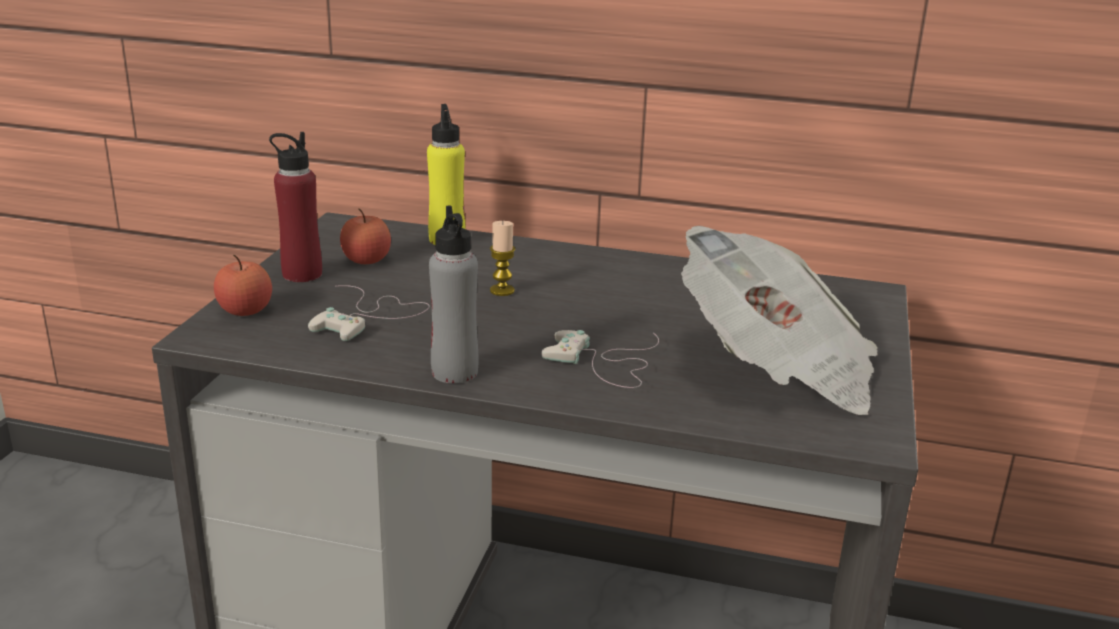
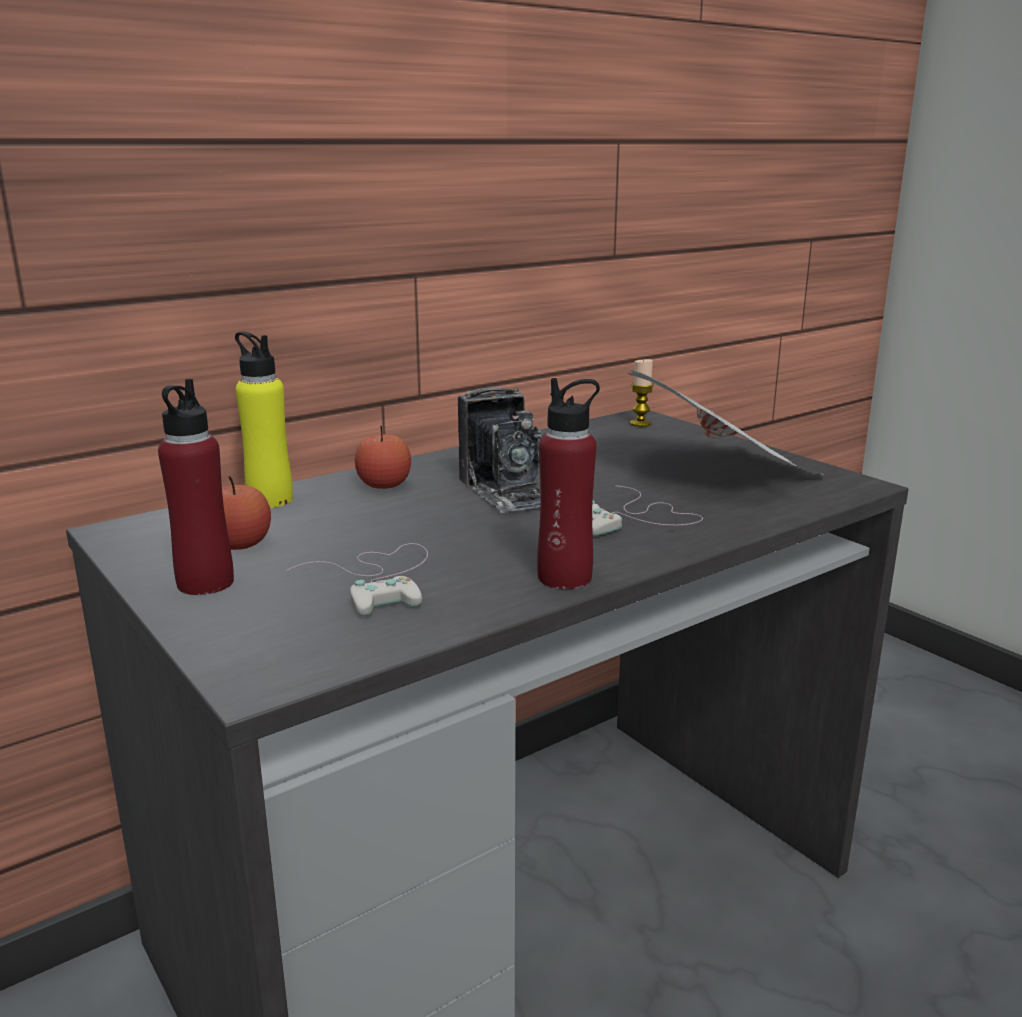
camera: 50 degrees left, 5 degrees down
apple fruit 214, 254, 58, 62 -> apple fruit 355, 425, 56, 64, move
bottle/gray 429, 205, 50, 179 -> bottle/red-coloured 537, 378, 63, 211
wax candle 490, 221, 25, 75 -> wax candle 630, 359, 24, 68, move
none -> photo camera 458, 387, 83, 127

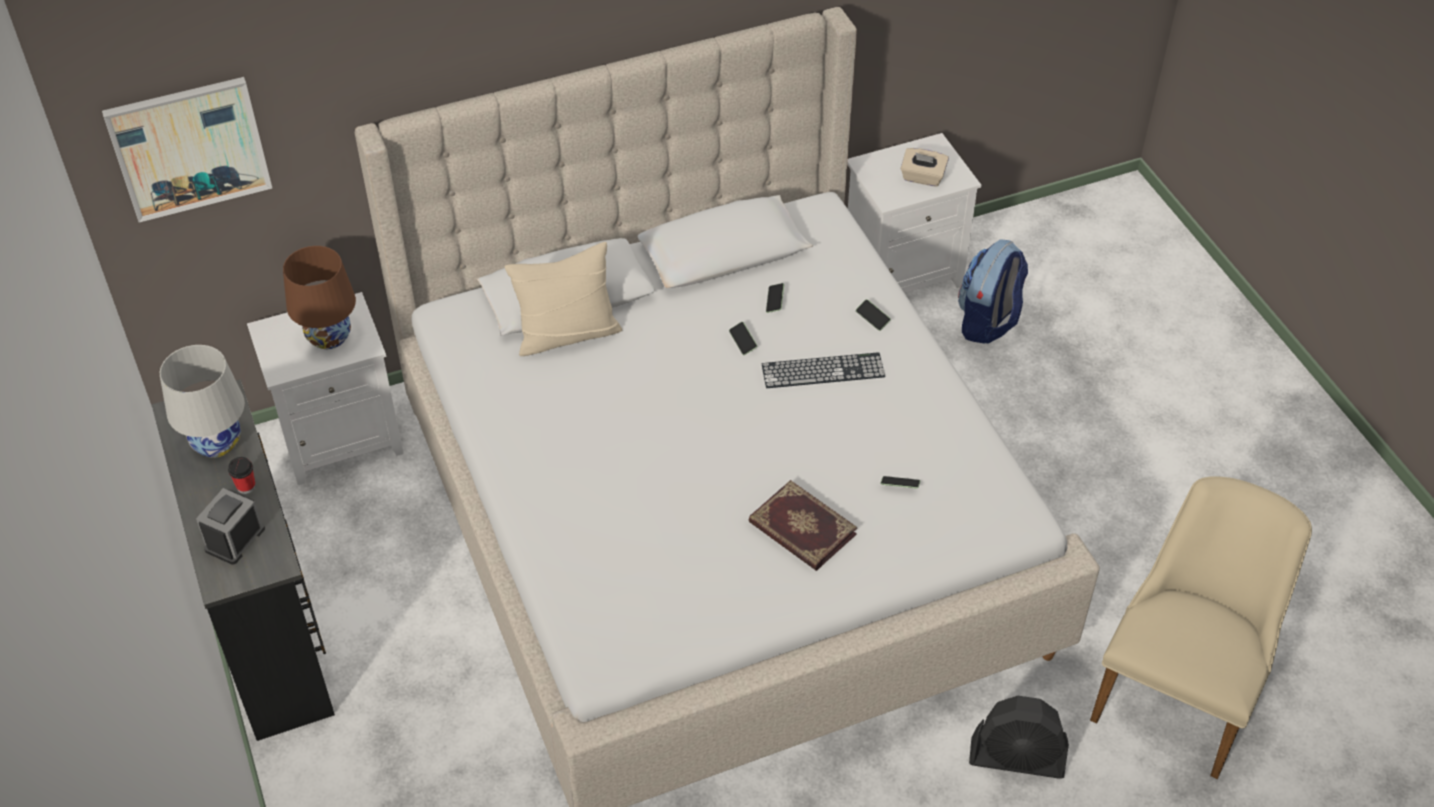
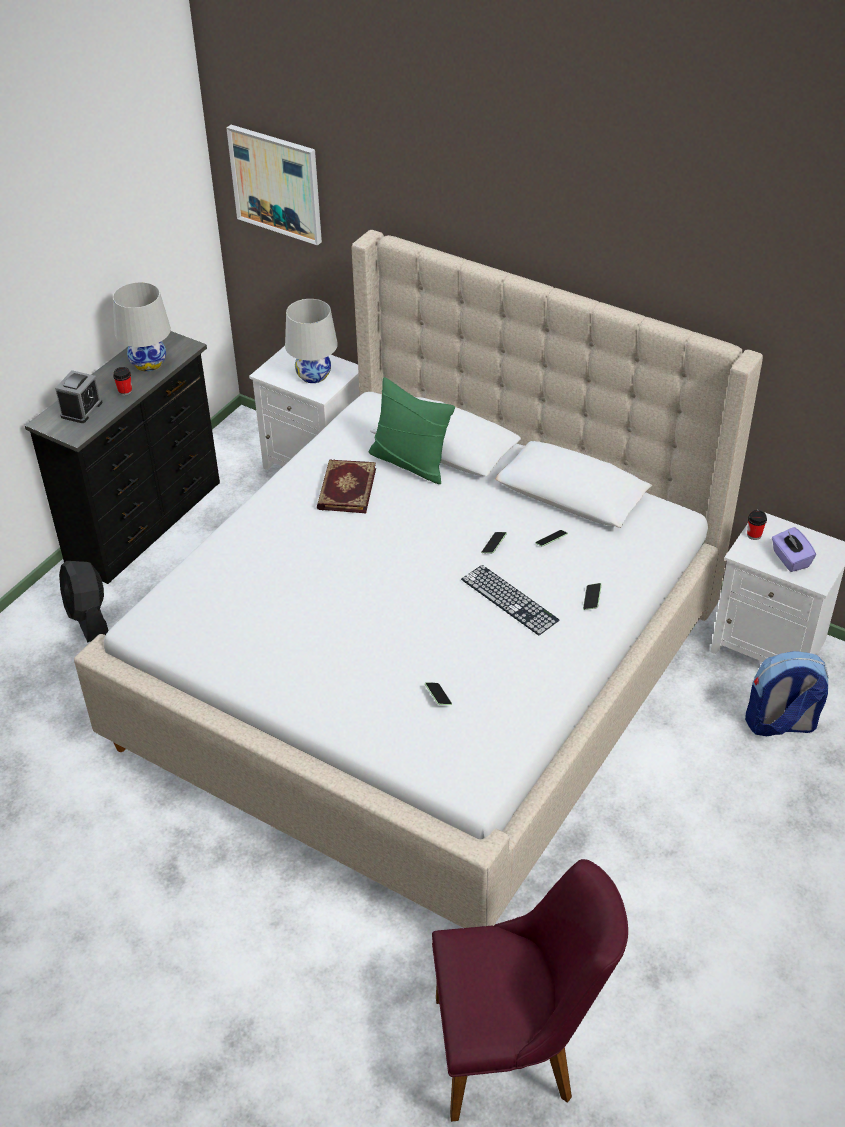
camera: 55 degrees right, 5 degrees down
table clock 196, 488, 69, 77 -> table clock 55, 370, 48, 53, 120 degrees clockwise
table lamp/brown-coloured 283, 246, 73, 103 -> table lamp/white-coloured 285, 299, 53, 84
throw pillow/beige 505, 242, 117, 114 -> throw pillow/green-coloured 368, 377, 87, 107
book 748, 480, 110, 91 -> book 317, 459, 59, 54, move
tissue holder/beige 901, 148, 48, 39 -> tissue holder/purple 772, 527, 44, 45
fan/black 969, 696, 100, 83 -> fan/black 59, 561, 50, 81, move
upright chair/beige 1090, 476, 222, 303 -> upright chair/purple 432, 859, 196, 263
none -> drinking cup 747, 510, 20, 30

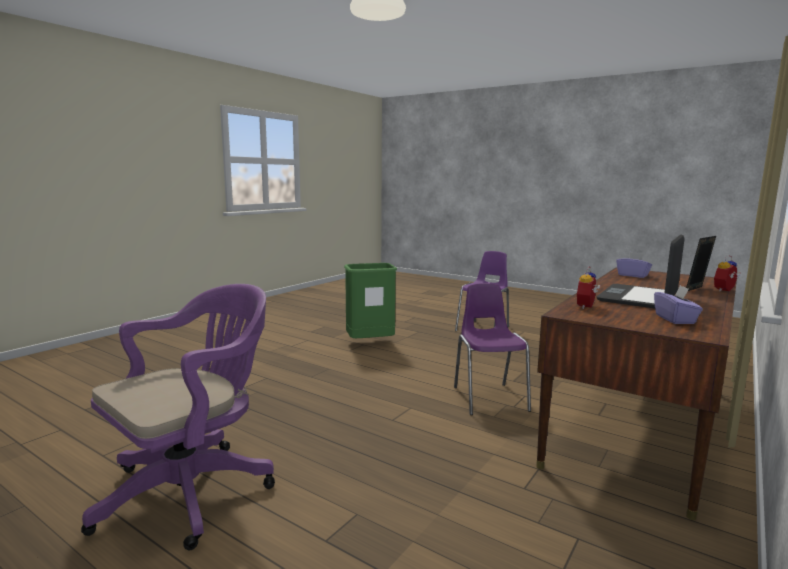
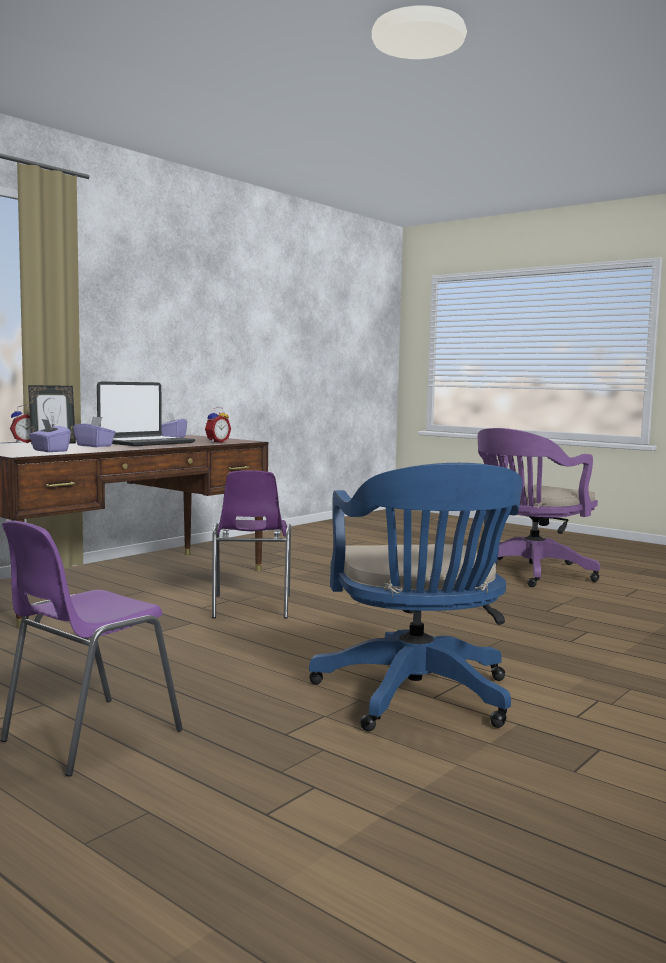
camera: 175 degrees left, 5 degrees down
trash can/green-coloured 344, 263, 53, 75 -> desk chair/blue-coloured 309, 463, 214, 268
none -> tissue holder/purple 73, 416, 43, 31

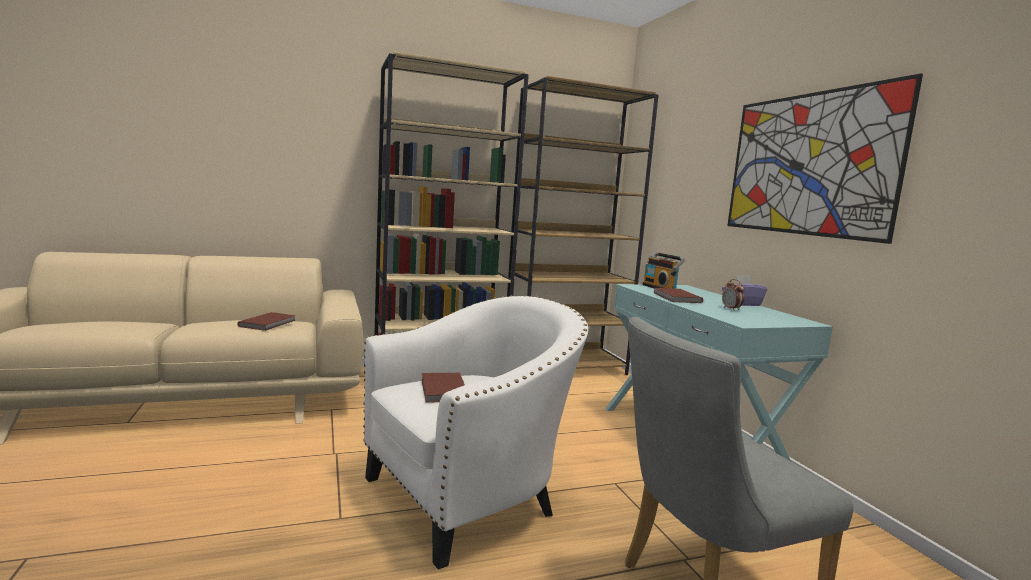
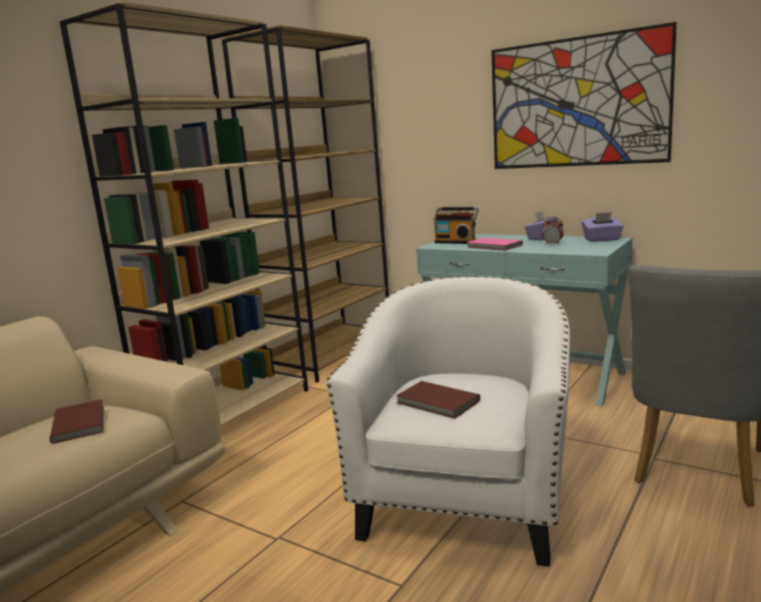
camera: 35 degrees left, 5 degrees up
book/brown-coloured 654, 288, 49, 15 -> book/pink 467, 238, 56, 13
none -> tissue holder/purple 582, 212, 42, 30

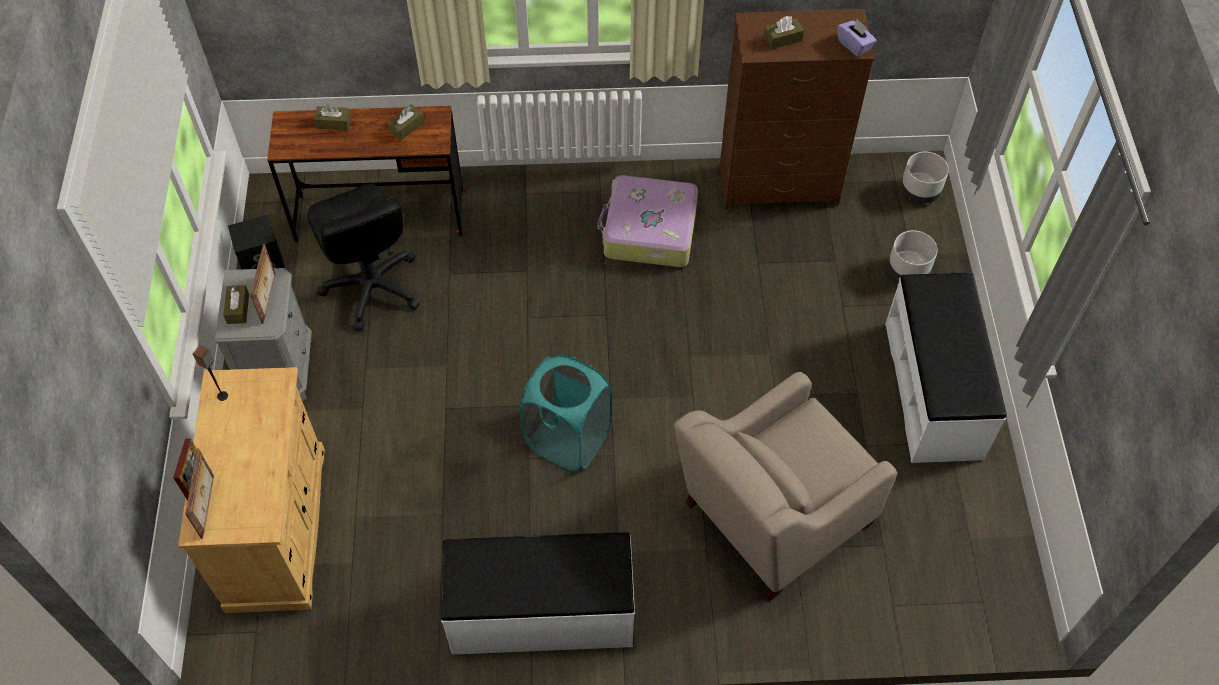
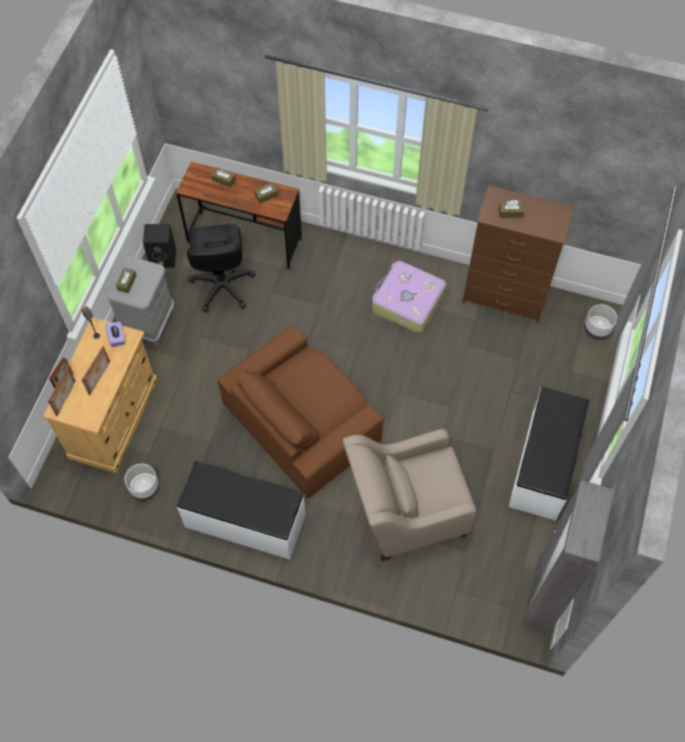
camera: 20 degrees right, 5 degrees up
standing frame 250, 244, 26, 80 -> standing frame 82, 346, 28, 50, move
laundry basket/blue-green 520, 354, 92, 117 -> armchair/brown-coloured 217, 325, 166, 174
tissue holder/purple 837, 19, 40, 38 -> tissue holder/purple 105, 322, 20, 25, move
plant pot/gray 888, 230, 50, 51 -> plant pot/gray 125, 464, 34, 37, move
none -> wardrobe/gray 523, 481, 91, 152

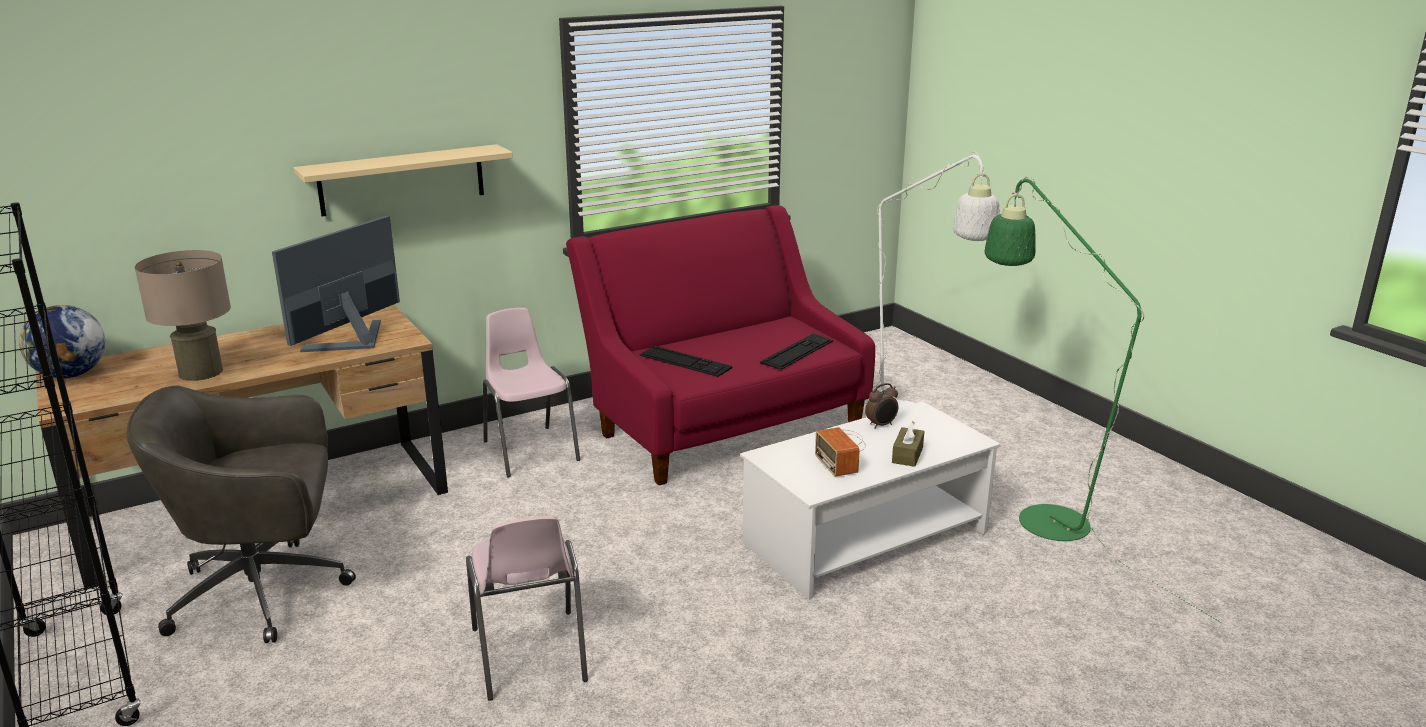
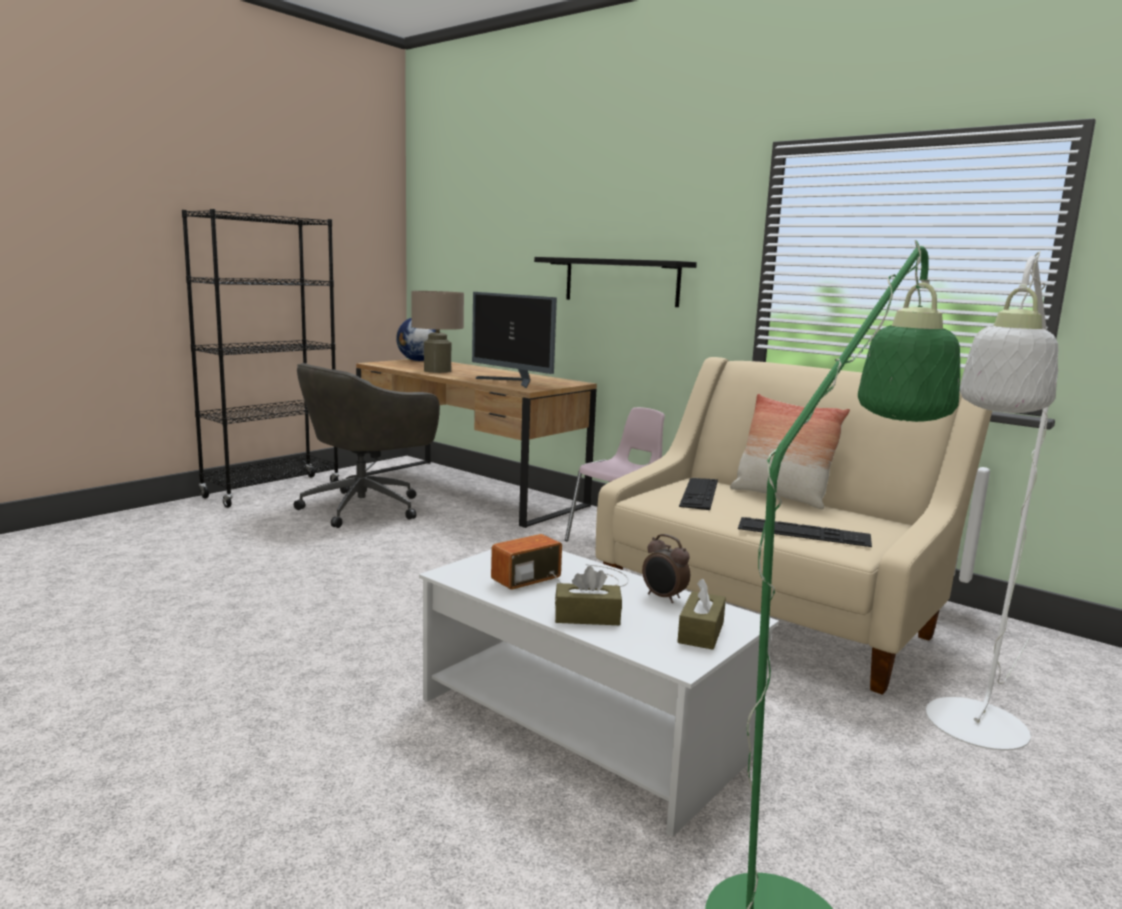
camera: 70 degrees right, 10 degrees down
desk chair/gray 126, 385, 230, 258 -> desk chair/gray 294, 363, 146, 165, 105 degrees counterclockwise
monitor 272, 216, 128, 136 -> monitor 472, 292, 85, 97, 150 degrees counterclockwise
bracket shelf/beige 294, 144, 219, 73 -> bracket shelf/black 534, 257, 163, 50
upright chair/pink 466, 516, 122, 185 -> none
sofa/red-coloured 566, 205, 309, 281 -> sofa/beige 596, 357, 396, 338
none -> tissue holder/brown-coloured 677, 578, 49, 72
none -> throw pillow 730, 394, 120, 115

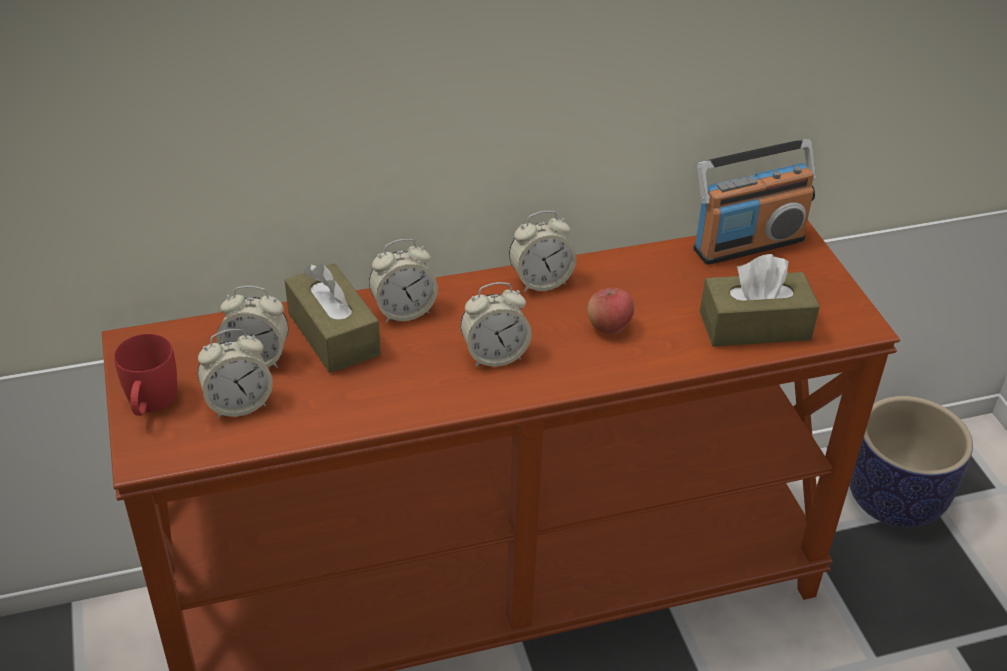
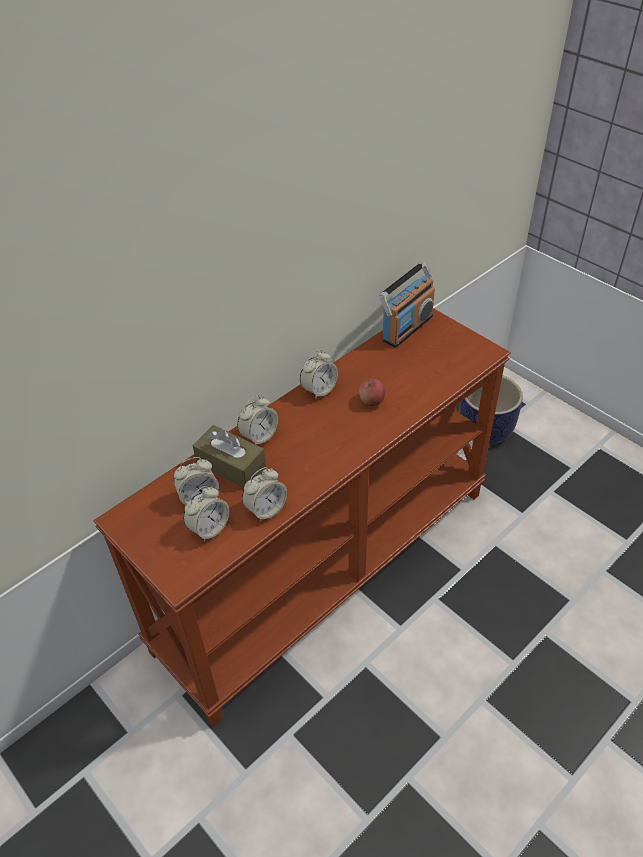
camera: 25 degrees left, 5 degrees up
tea mug/red-coloured 114, 334, 63, 82 -> none
table clock 460, 282, 72, 85 -> table clock 242, 467, 45, 55, move
tissue holder/brown-coloured 700, 254, 120, 93 -> none

